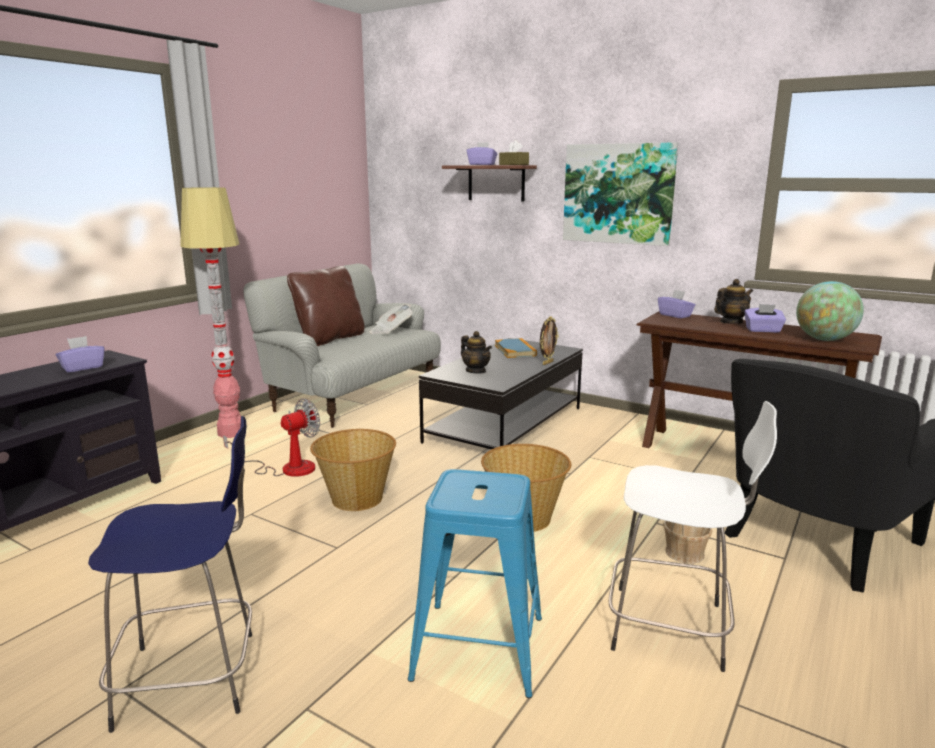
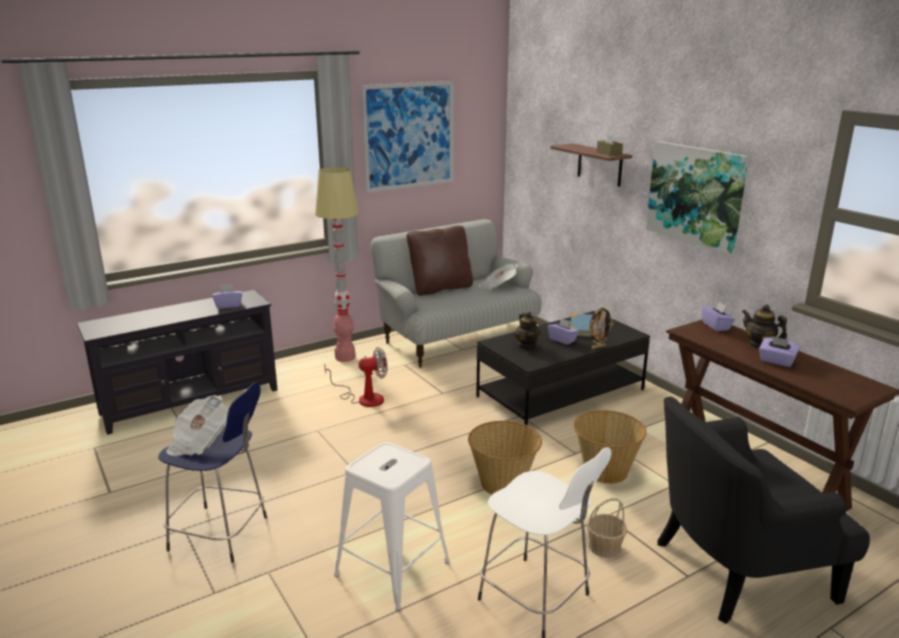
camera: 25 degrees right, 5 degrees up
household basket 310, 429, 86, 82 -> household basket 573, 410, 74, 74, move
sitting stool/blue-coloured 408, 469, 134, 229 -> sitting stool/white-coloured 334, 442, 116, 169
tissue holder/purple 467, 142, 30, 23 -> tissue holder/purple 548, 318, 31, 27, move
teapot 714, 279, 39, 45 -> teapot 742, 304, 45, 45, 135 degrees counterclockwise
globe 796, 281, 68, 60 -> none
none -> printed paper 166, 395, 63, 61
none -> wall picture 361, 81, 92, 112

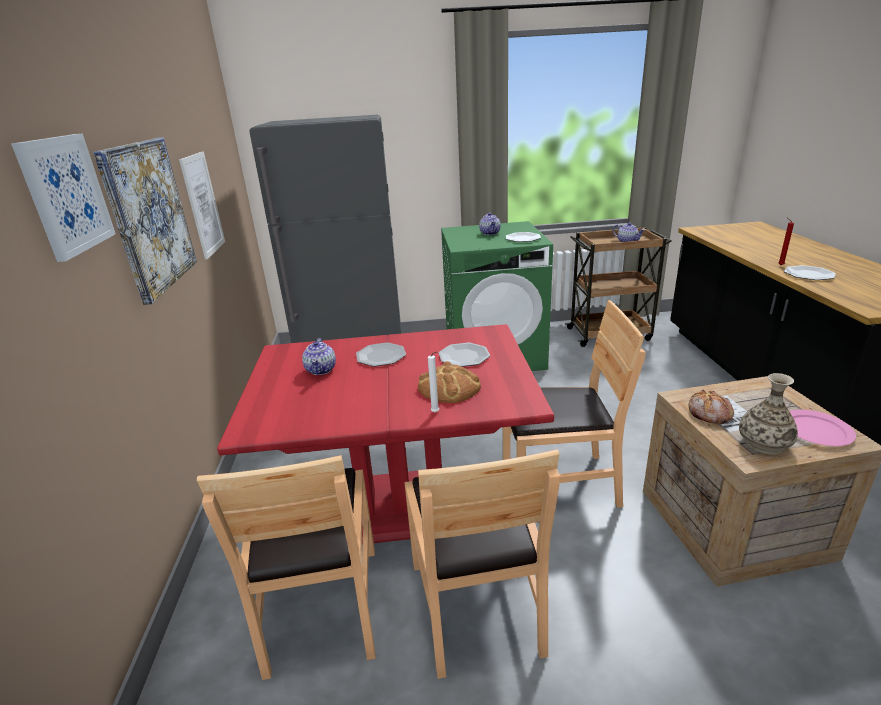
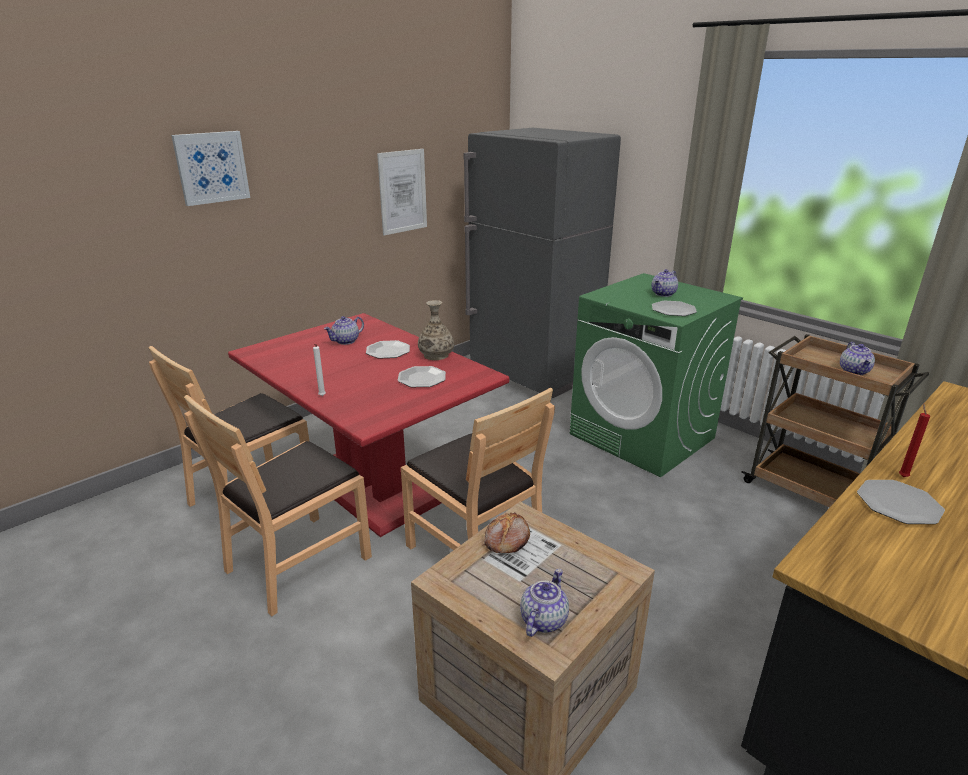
camera: 50 degrees right, 0 degrees up
wall picture 93, 138, 104, 167 -> none
baked bread 418, 361, 63, 42 -> none
flower vase 739, 373, 59, 82 -> flower vase 418, 300, 36, 60, move
flat dish/pink 789, 410, 67, 36 -> teapot 520, 569, 49, 68

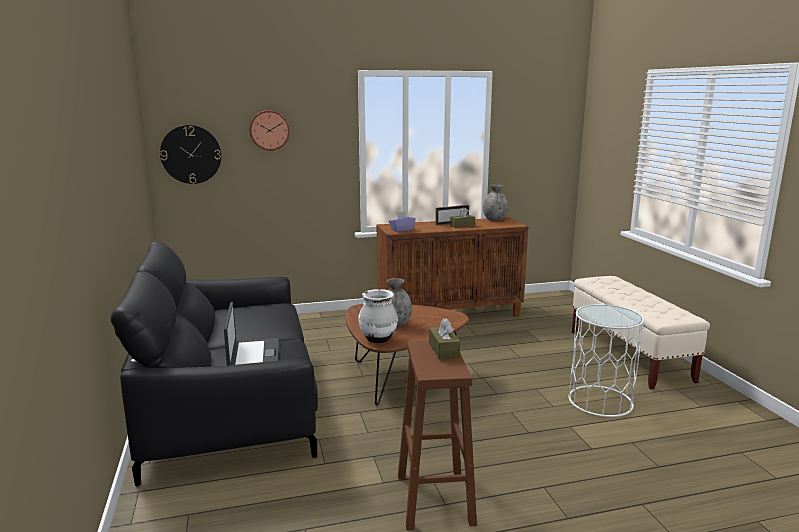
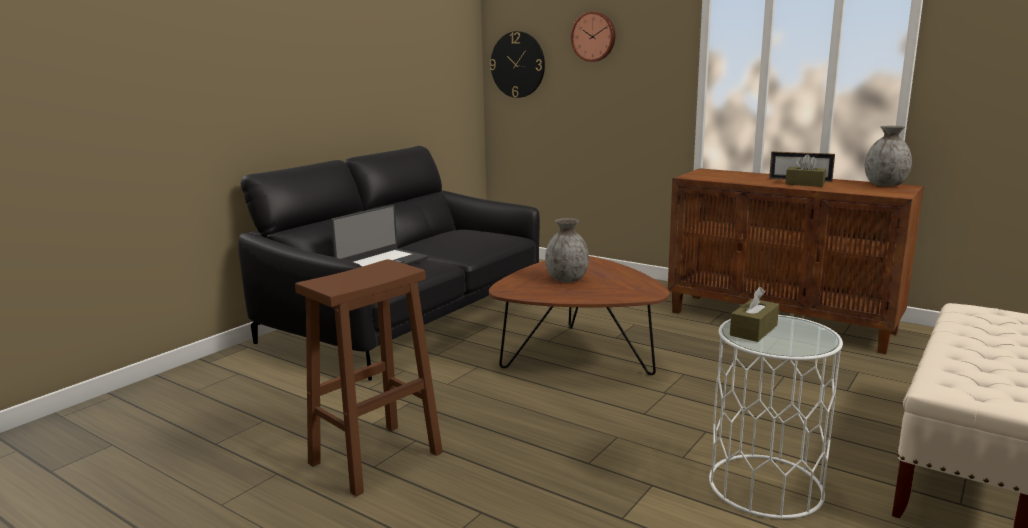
camera: 50 degrees right, 0 degrees up
flower vase/white-coloured 359, 289, 39, 54 -> none
tissue holder/purple 389, 211, 27, 21 -> none
tissue holder/brown-coloured 429, 318, 31, 41 -> tissue holder/brown-coloured 730, 287, 49, 55, move

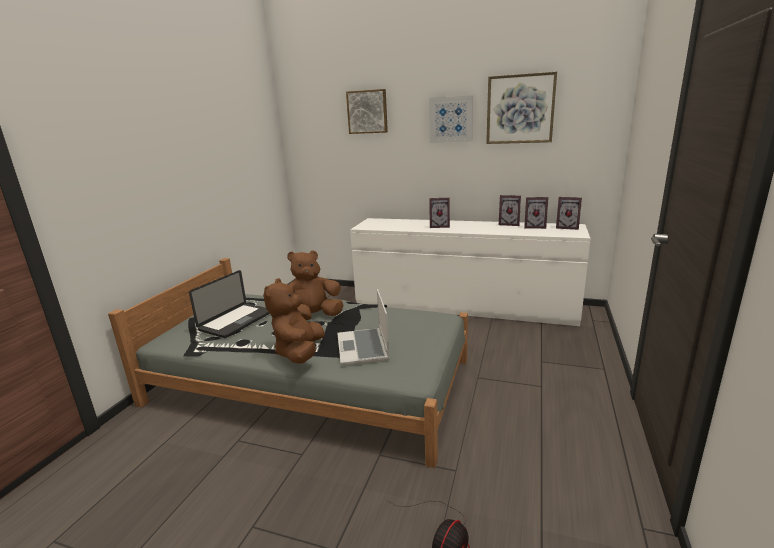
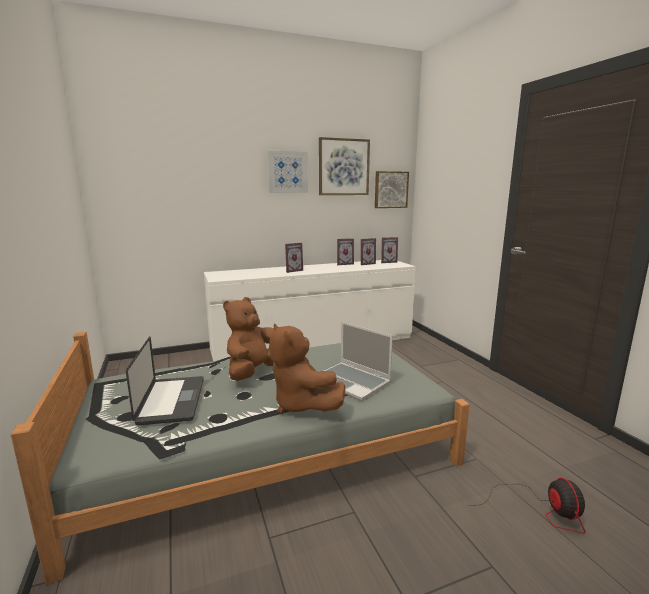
camera: 40 degrees left, 5 degrees down
wall picture 346, 89, 42, 45 -> wall picture 375, 171, 34, 37, move

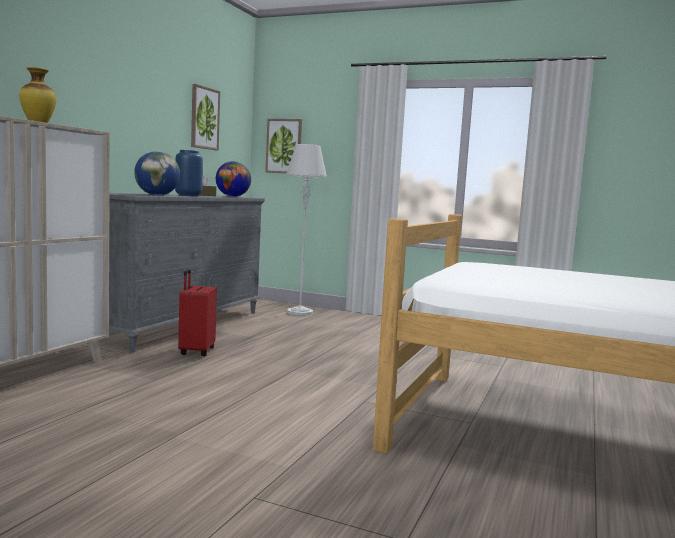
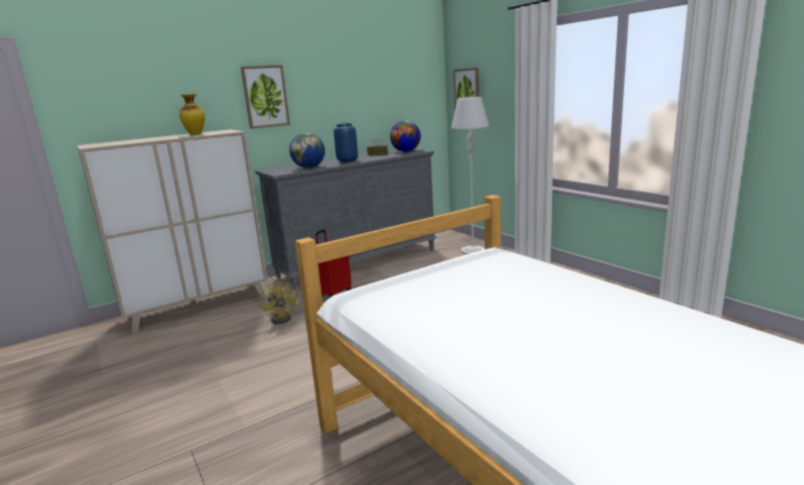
camera: 35 degrees right, 10 degrees up
wall picture 191, 84, 29, 67 -> wall picture 241, 65, 49, 64, move
none -> fan/yellow 260, 280, 38, 44

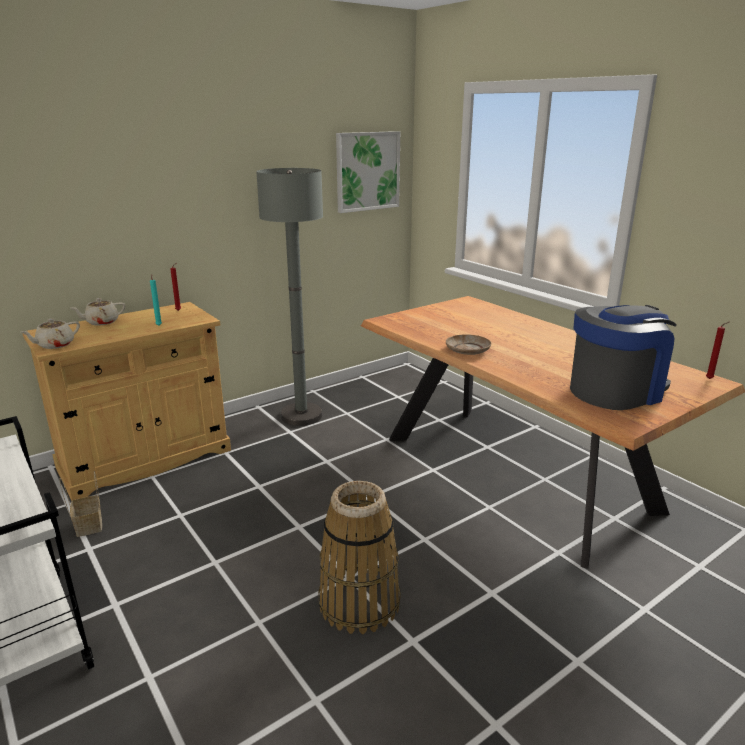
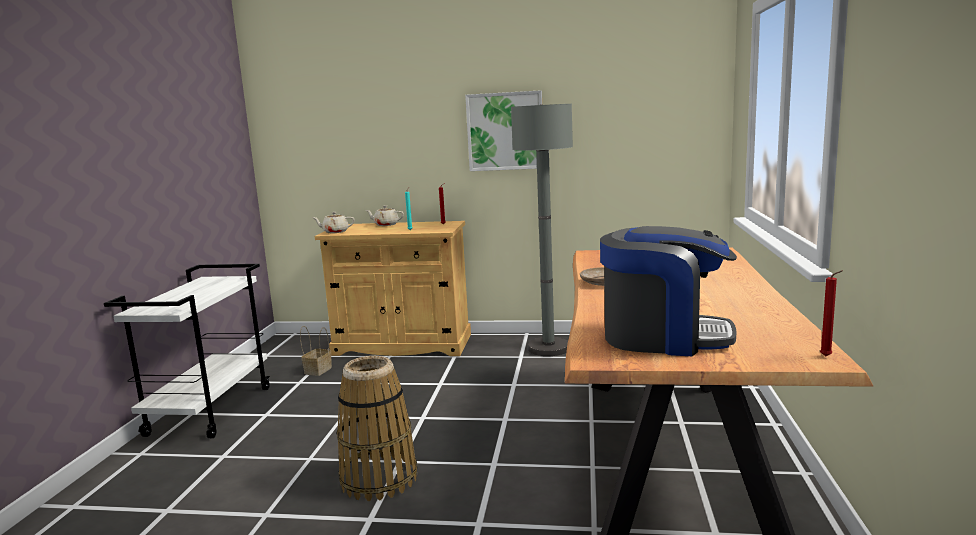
camera: 45 degrees right, 10 degrees down
wall picture 336, 131, 64, 82 -> wall picture 465, 90, 77, 81, move

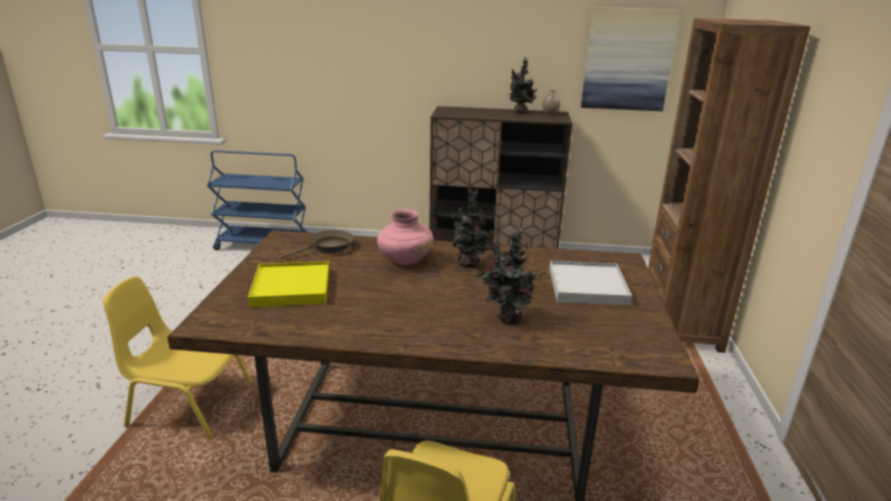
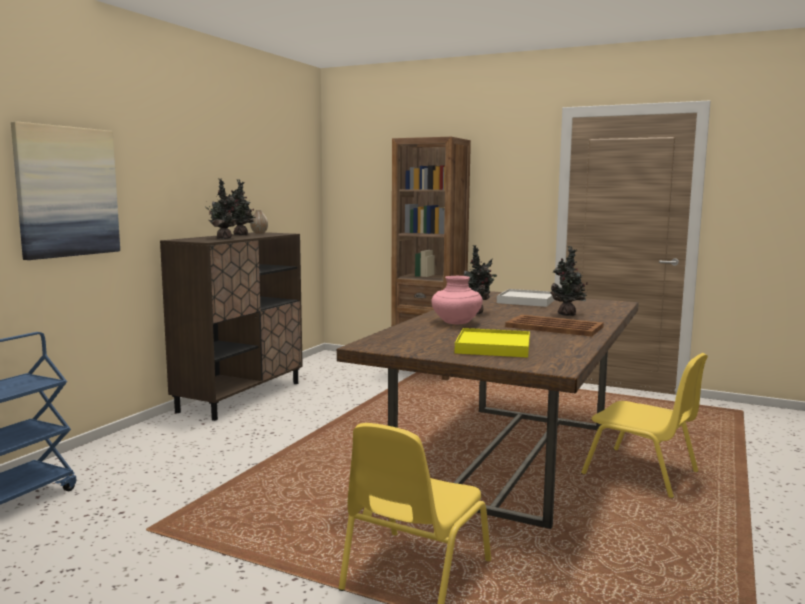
camera: 70 degrees left, 15 degrees down
frying pan/brown-coloured 280, 230, 74, 29 -> none
wall picture 581, 7, 99, 104 -> wall picture 11, 121, 109, 139, move
none -> potted plant 205, 178, 37, 61
none -> serving tray/brown-coloured 505, 315, 99, 21

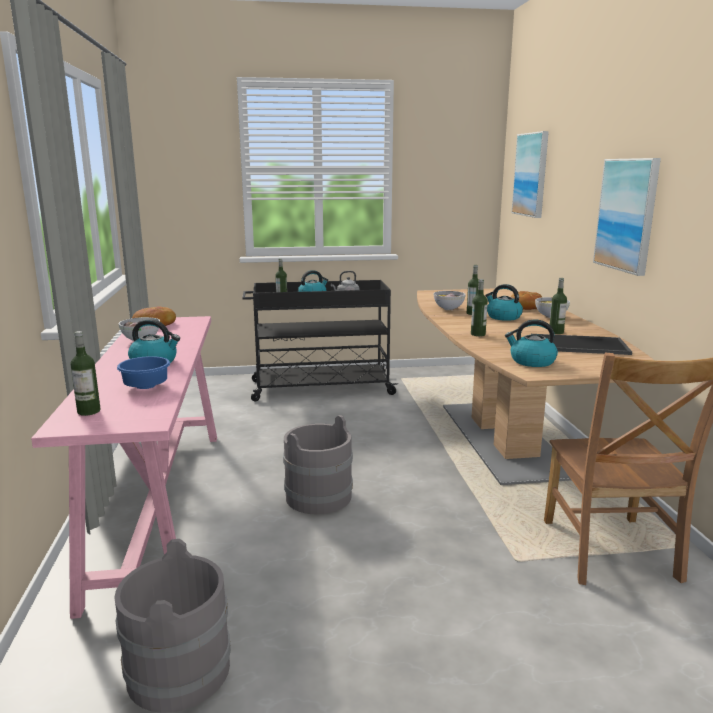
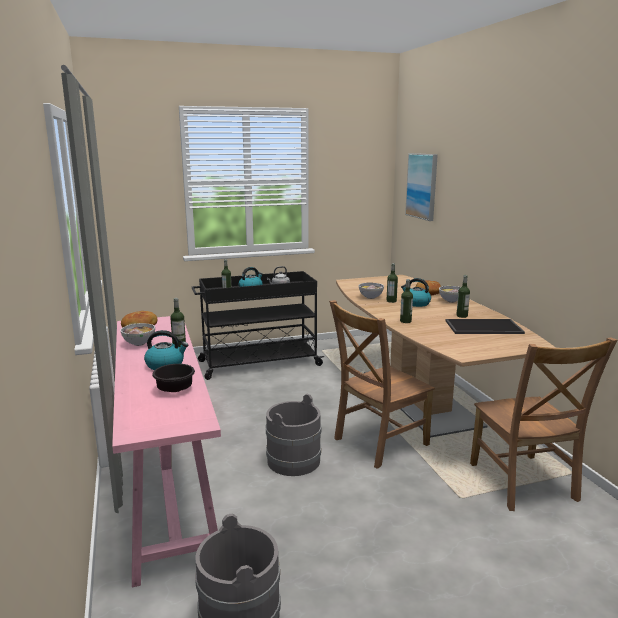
camera: 10 degrees left, 0 degrees up
bottle 70, 331, 31, 85 -> bottle 170, 298, 16, 49, move
serving bowl/blue-coloured 117, 356, 53, 33 -> serving bowl/black 152, 364, 43, 28
kettle 505, 320, 53, 47 -> none
wall picture 593, 158, 68, 118 -> none
none -> upright chair/brown-coloured 329, 300, 106, 169

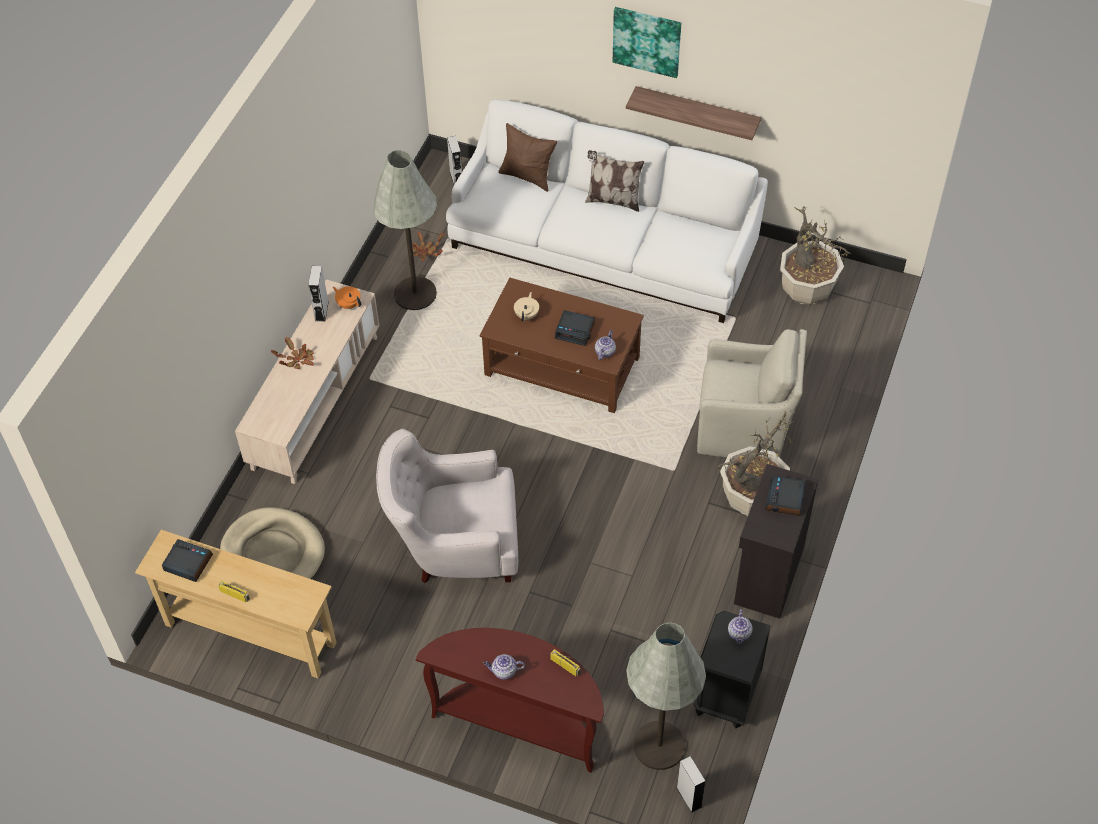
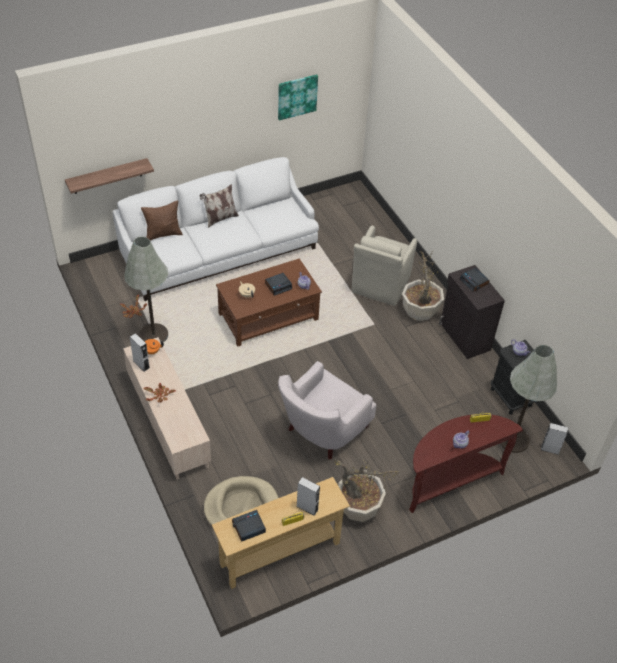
camera: 50 degrees left, 5 degrees down
loudspeaker/gray 447, 136, 15, 49 -> loudspeaker/gray 296, 477, 24, 39, move
wall picture 613, 7, 68, 71 -> wall picture 278, 75, 40, 45, move
bracket shelf 626, 86, 135, 54 -> bracket shelf 65, 158, 89, 36, move
armchair/beige 697, 329, 110, 128 -> armchair/beige 352, 226, 65, 80, 150 degrees clockwise
potted plant 780, 206, 70, 99 -> potted plant 334, 459, 65, 63, move

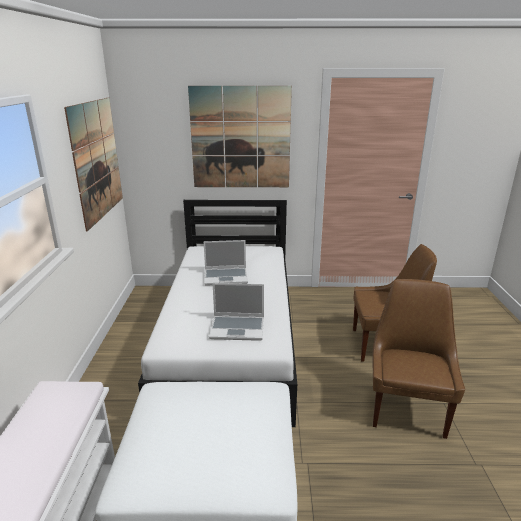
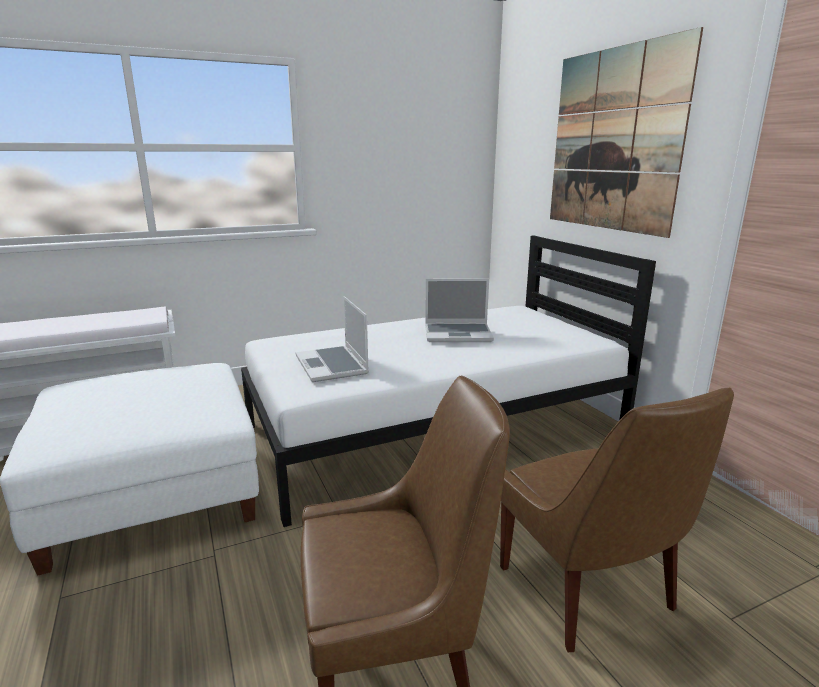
camera: 65 degrees right, 5 degrees down
wall picture 64, 98, 59, 134 -> none
notebook computer 204, 240, 44, 46 -> notebook computer 425, 279, 69, 63, 60 degrees counterclockwise

